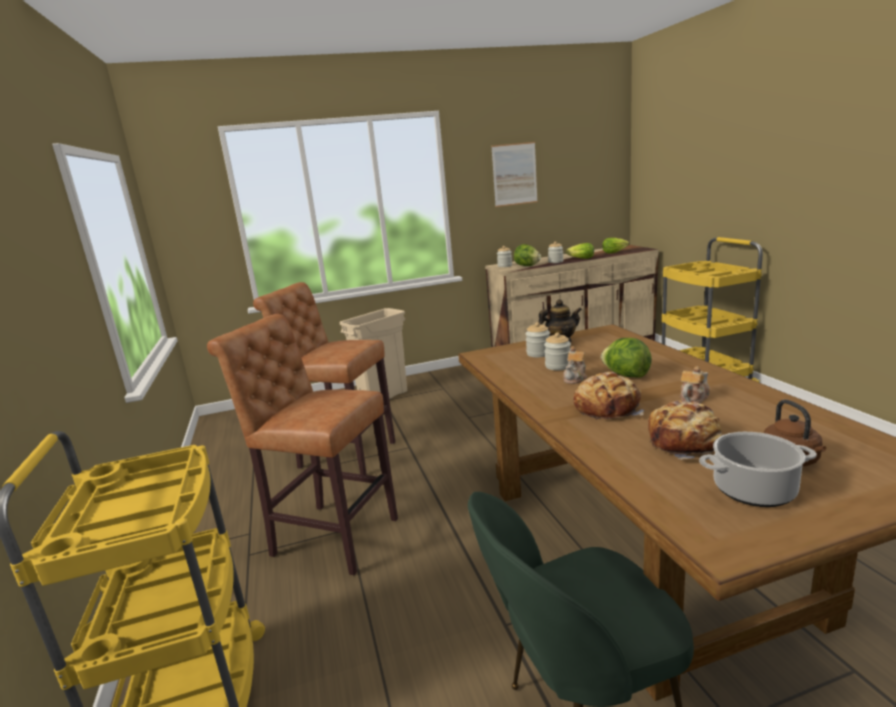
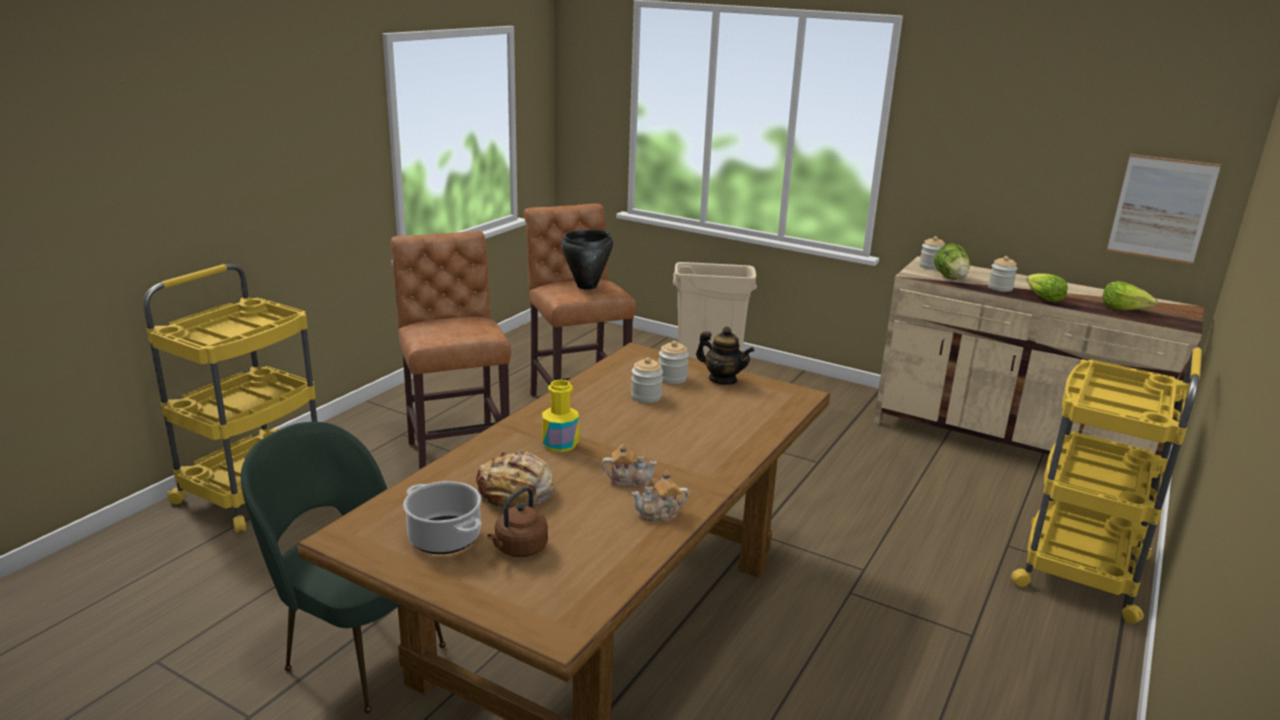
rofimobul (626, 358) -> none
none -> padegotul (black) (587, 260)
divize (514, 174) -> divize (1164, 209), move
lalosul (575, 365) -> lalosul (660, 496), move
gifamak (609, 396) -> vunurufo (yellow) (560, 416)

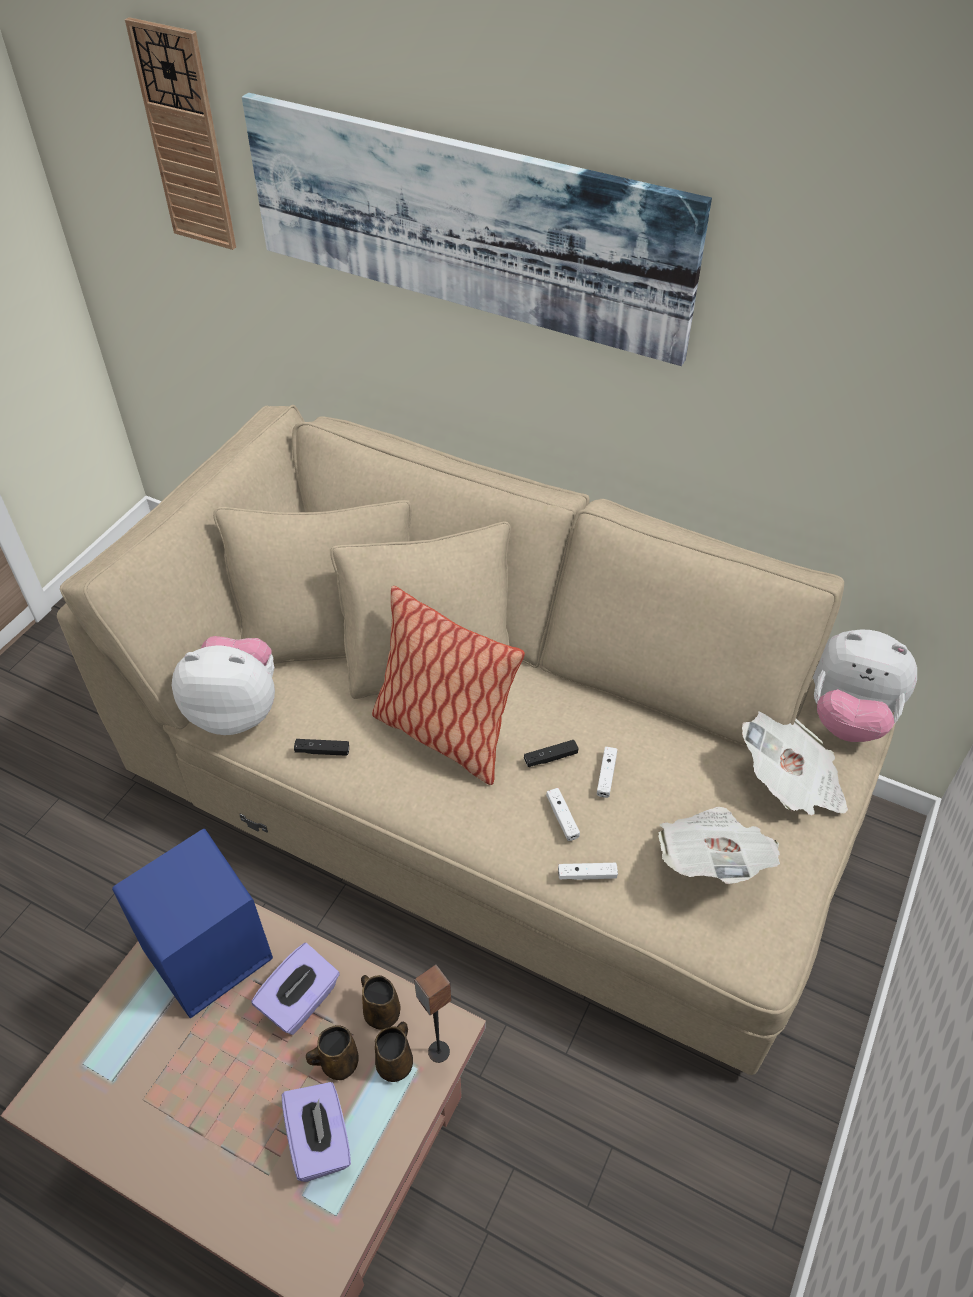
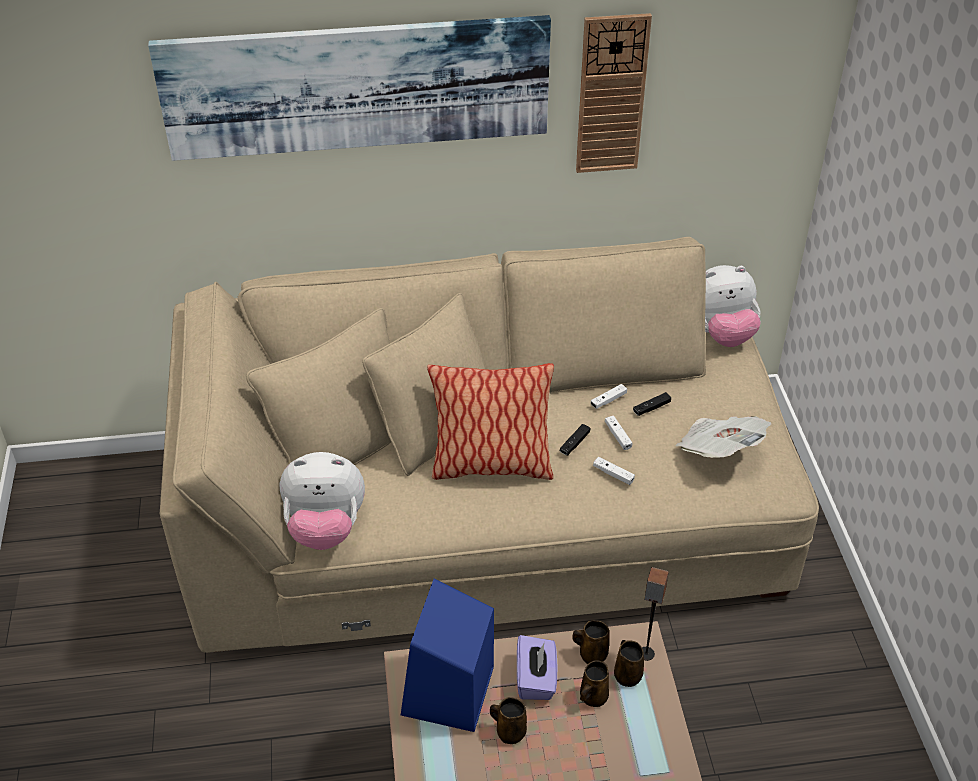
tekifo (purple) (316, 1132) -> none
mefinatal (795, 763) -> none
none -> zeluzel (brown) (508, 720)
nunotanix (180, 133) -> nunotanix (614, 93), move
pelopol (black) (321, 747) -> pelopol (black) (652, 404), move
pelopol (white) (588, 871) -> pelopol (white) (609, 396), move
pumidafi (223, 685) -> pumidafi (322, 501), 150 degrees counterclockwise

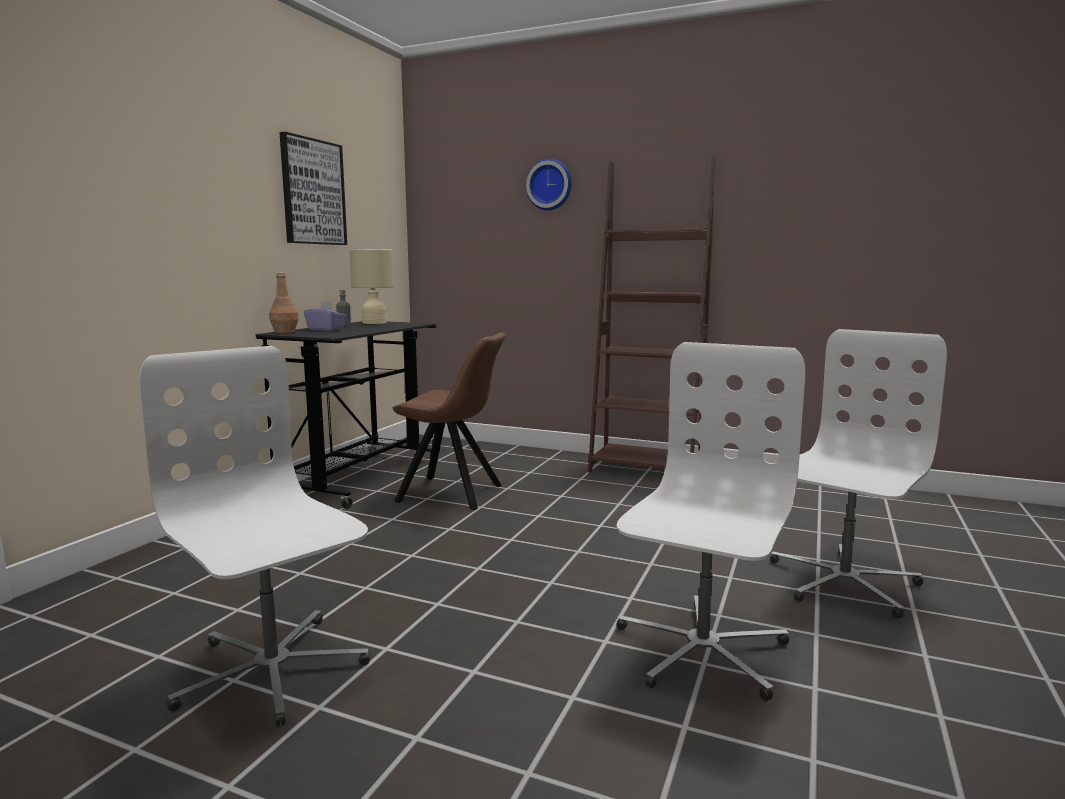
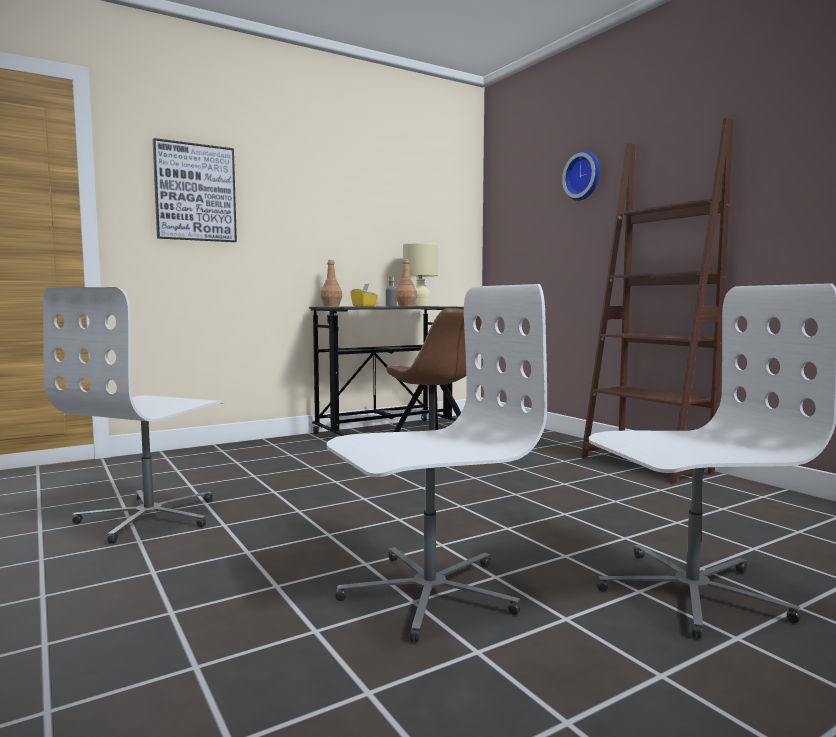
none -> vunurufo (brown) (406, 283)
divize (313, 188) -> divize (195, 190), move
tekifo (purple) (325, 316) -> tekifo (yellow) (364, 295)
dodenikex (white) (254, 536) -> dodenikex (white) (134, 415), 150 degrees counterclockwise

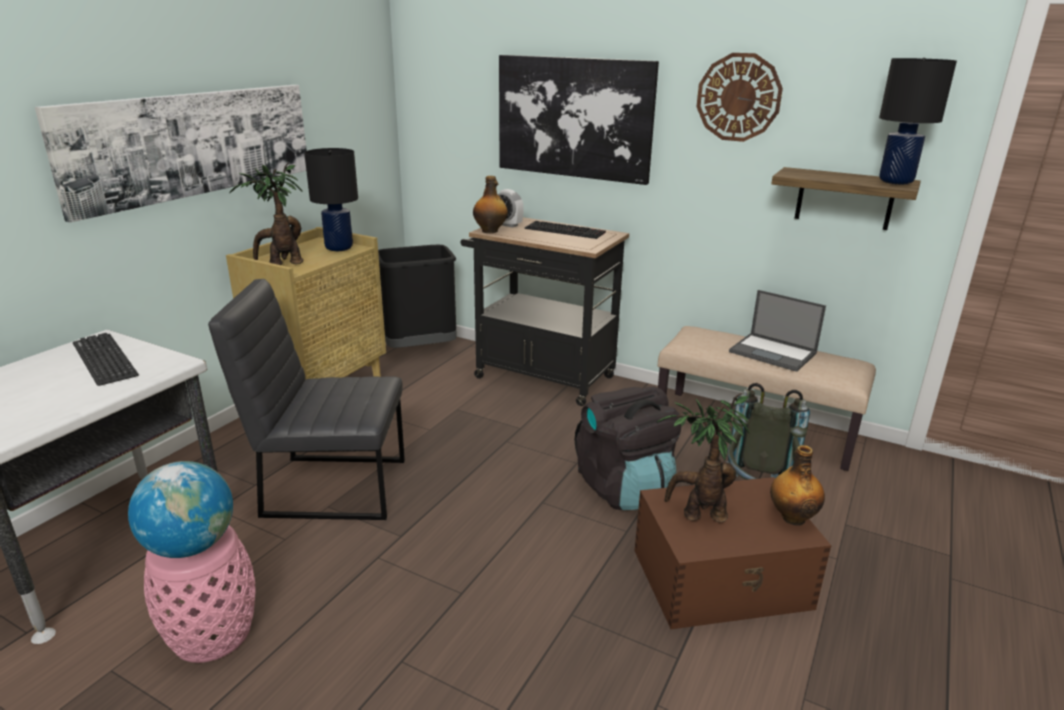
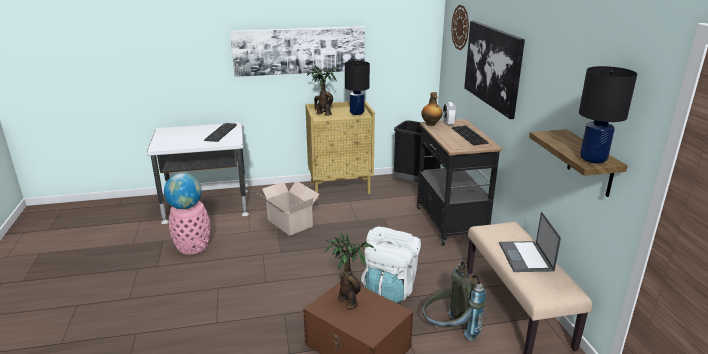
vunurufo (797, 485) -> none
nunotanix (739, 97) -> nunotanix (460, 27), move
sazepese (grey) (306, 399) -> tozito (289, 208)
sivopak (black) (628, 448) -> sivopak (white) (391, 264)

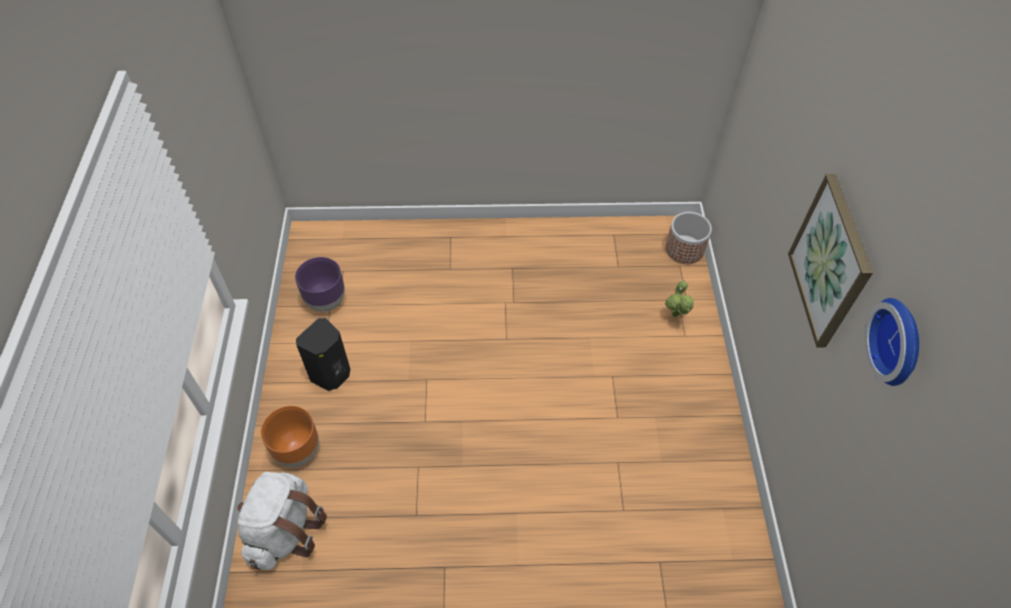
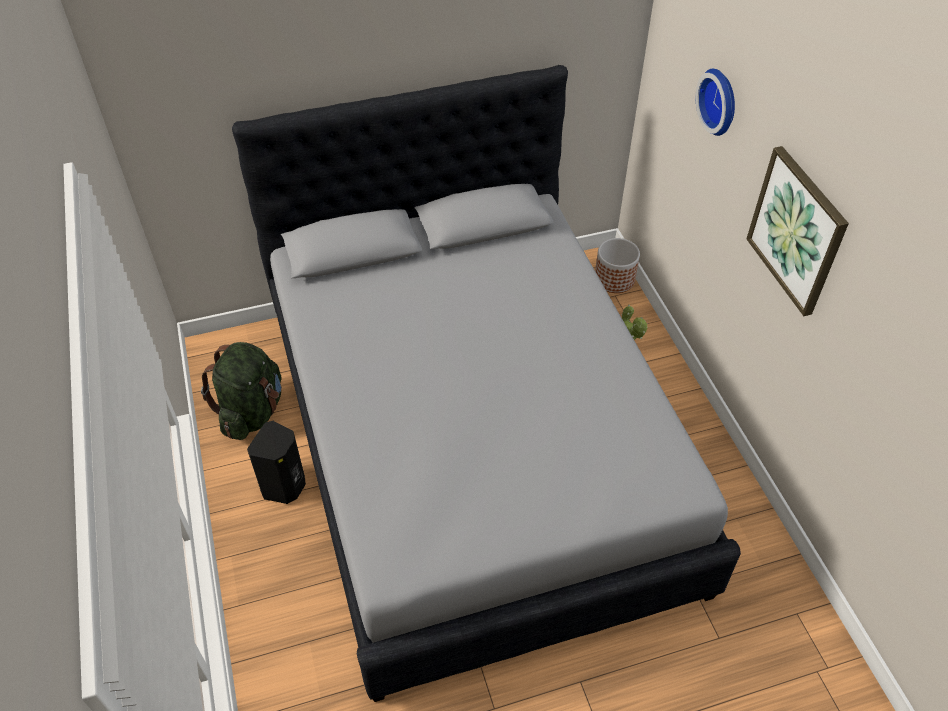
sivopak (white) (282, 521) -> none
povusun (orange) (290, 436) -> none
none -> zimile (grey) (486, 383)
nunotanix (891, 342) -> nunotanix (715, 102), move
povusun (purple) (320, 284) -> sivopak (green) (241, 391)

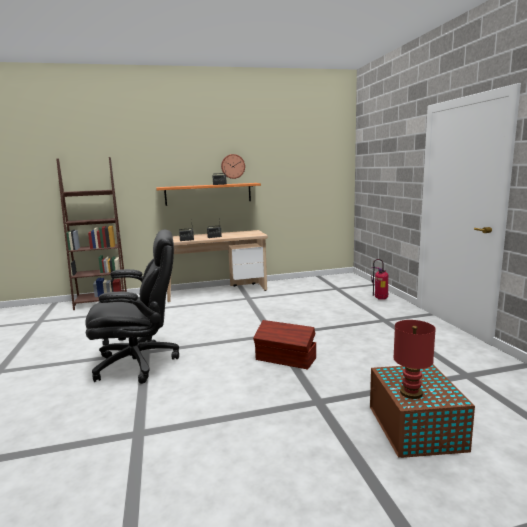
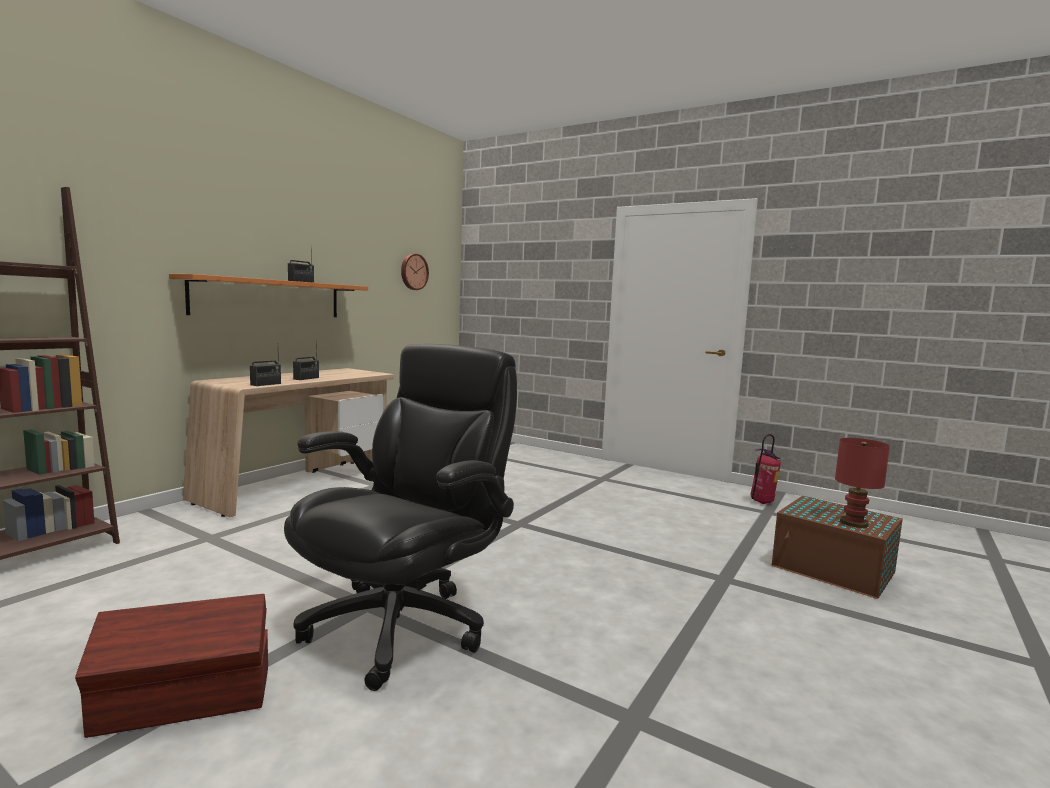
nunotanix (233, 166) -> nunotanix (415, 272), move
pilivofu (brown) (284, 344) -> pilivofu (brown) (171, 666), move
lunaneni (379, 279) -> lunaneni (765, 469), move

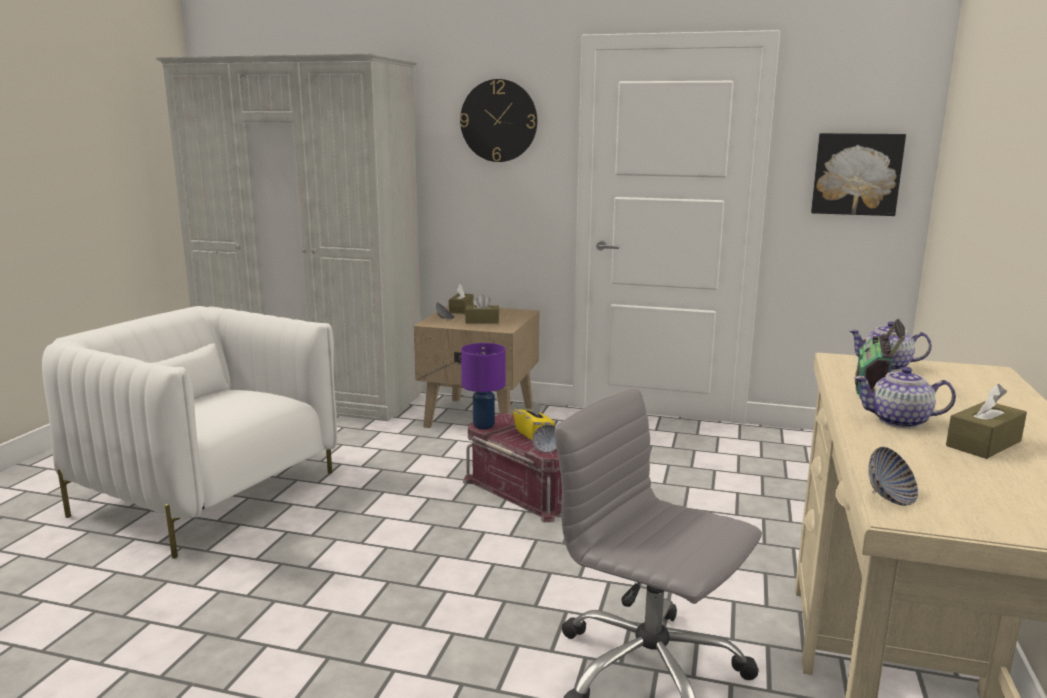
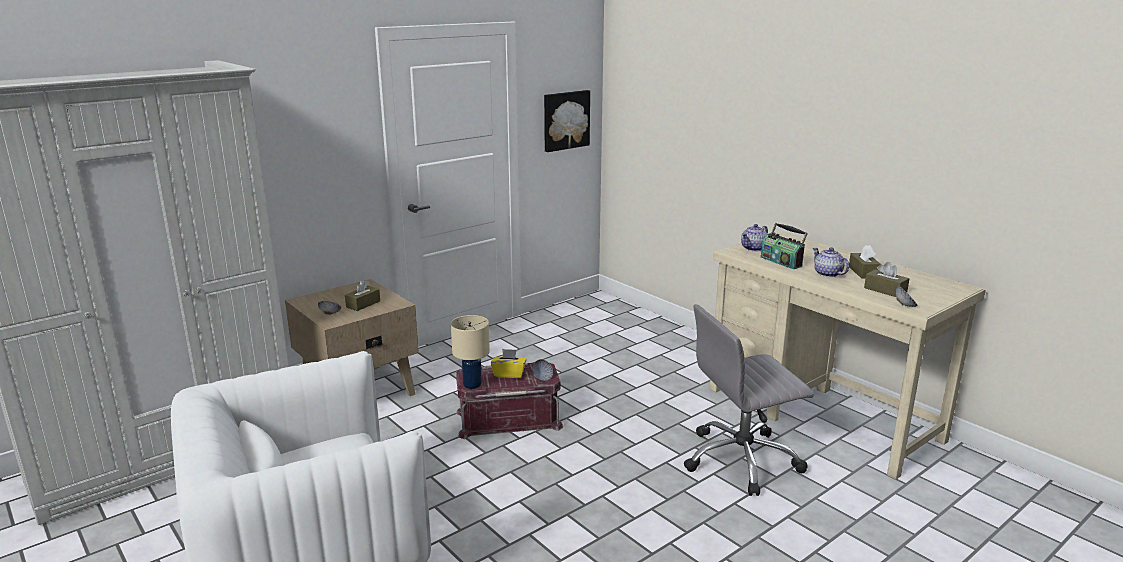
nunotanix (498, 120) -> none
tekifo (brown) (461, 299) -> tekifo (brown) (886, 279), move
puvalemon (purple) (483, 386) -> puvalemon (beige) (470, 352)
lalosul (905, 397) -> lalosul (831, 262), 105 degrees clockwise

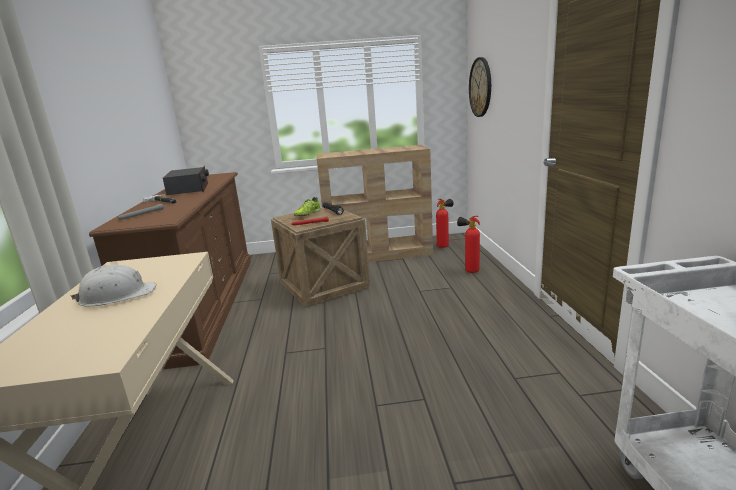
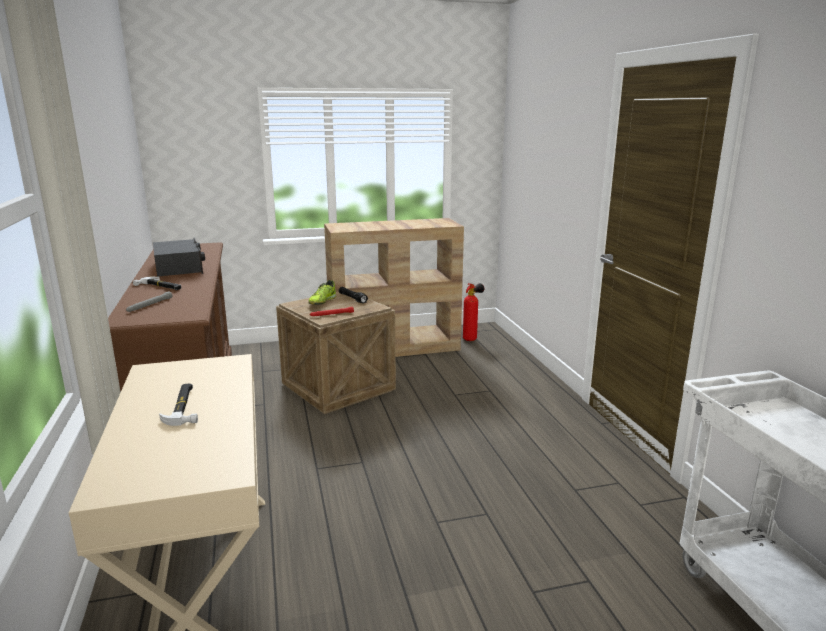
lunaneni (468, 244) -> none
nunotanix (480, 87) -> none
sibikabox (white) (114, 286) -> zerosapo (178, 405)

